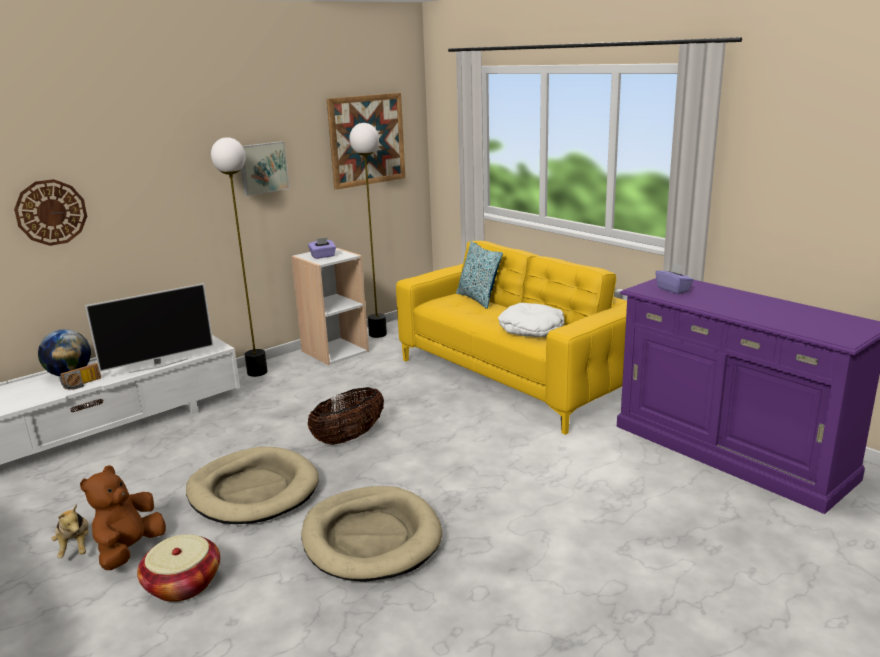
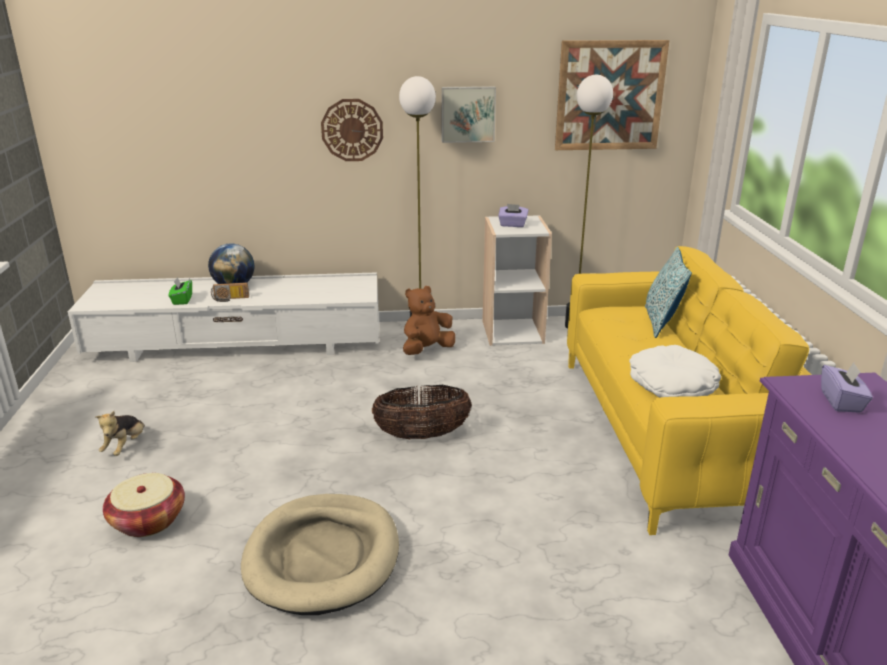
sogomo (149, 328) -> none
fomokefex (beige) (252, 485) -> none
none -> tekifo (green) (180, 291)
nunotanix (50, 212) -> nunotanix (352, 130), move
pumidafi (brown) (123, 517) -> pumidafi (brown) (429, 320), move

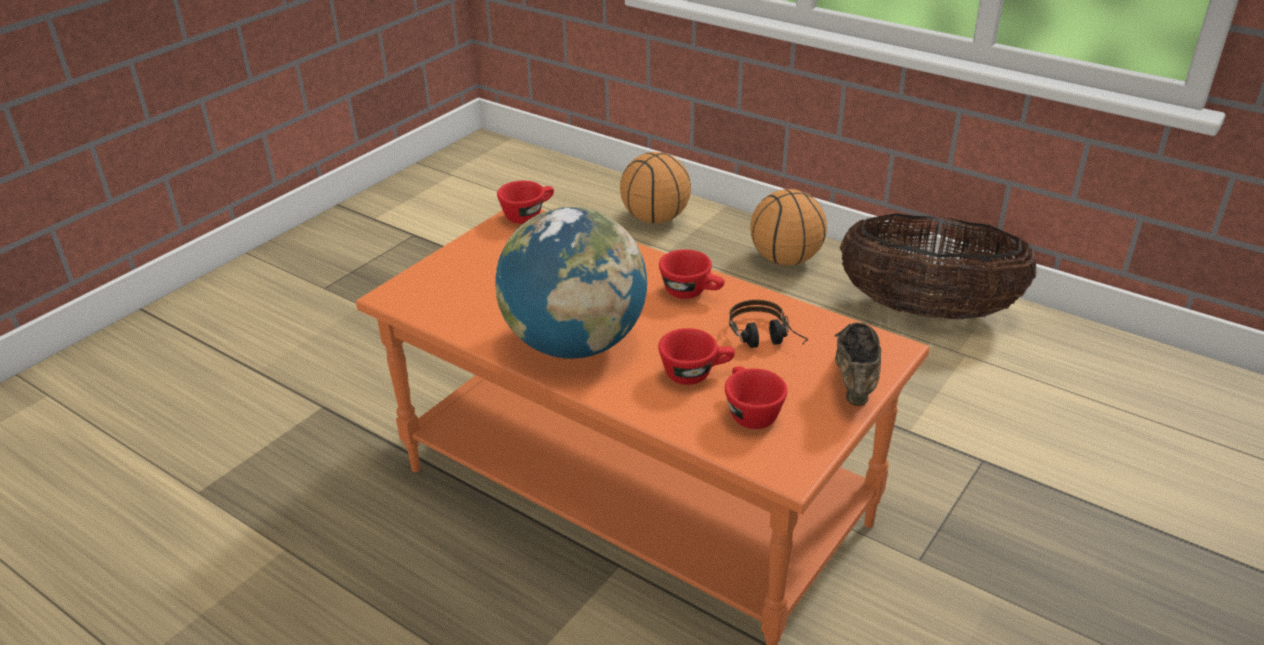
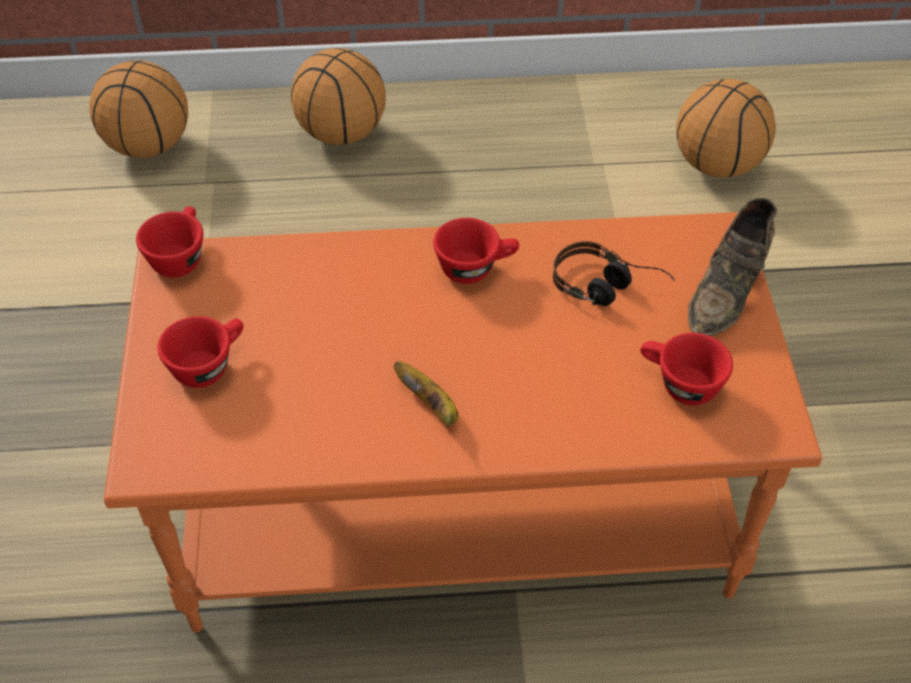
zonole (938, 266) -> none
none -> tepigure (726, 128)
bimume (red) (696, 356) -> bimume (red) (200, 352), move
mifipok (571, 283) -> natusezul (426, 394)
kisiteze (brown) (858, 364) -> kisiteze (brown) (732, 267), 120 degrees counterclockwise

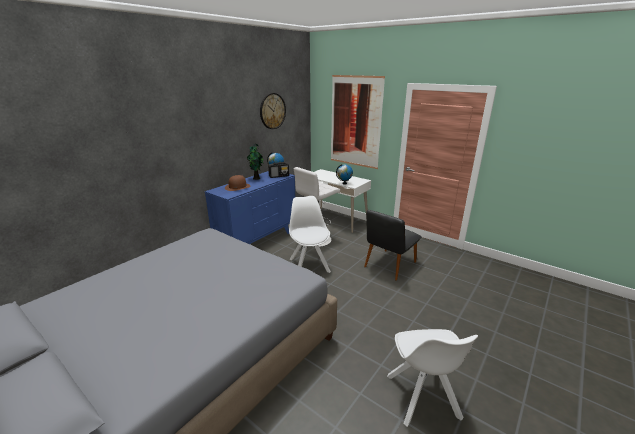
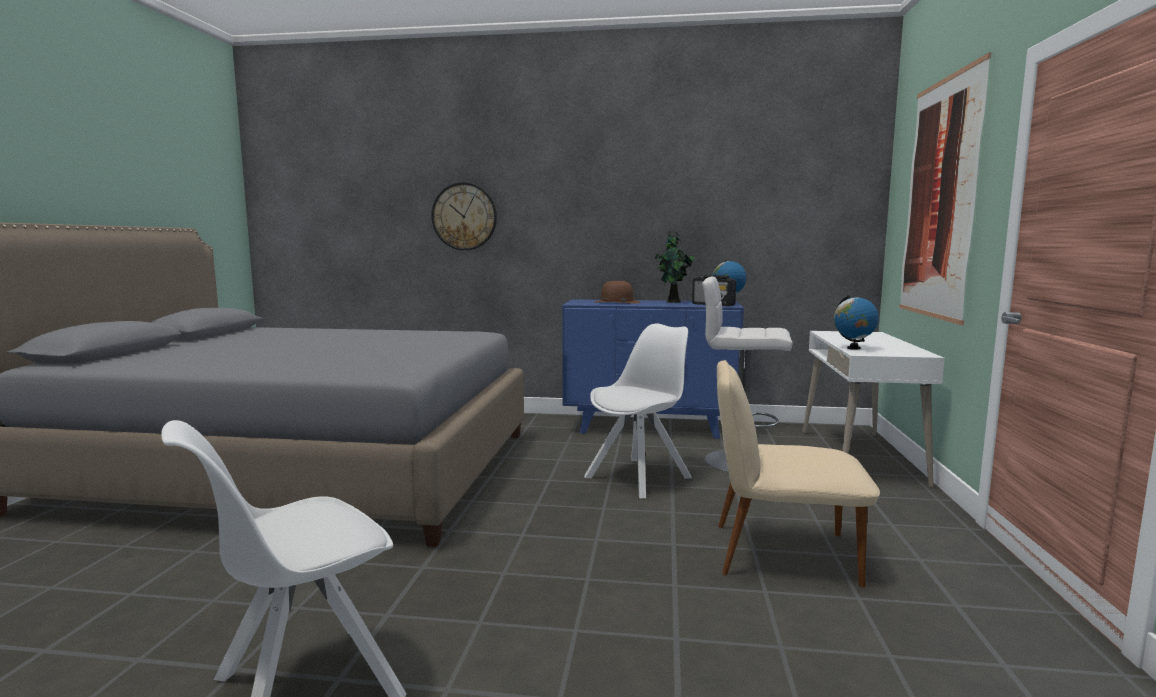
nunotanix (273, 111) -> nunotanix (464, 216), move
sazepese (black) (393, 245) -> sazepese (beige) (798, 473)

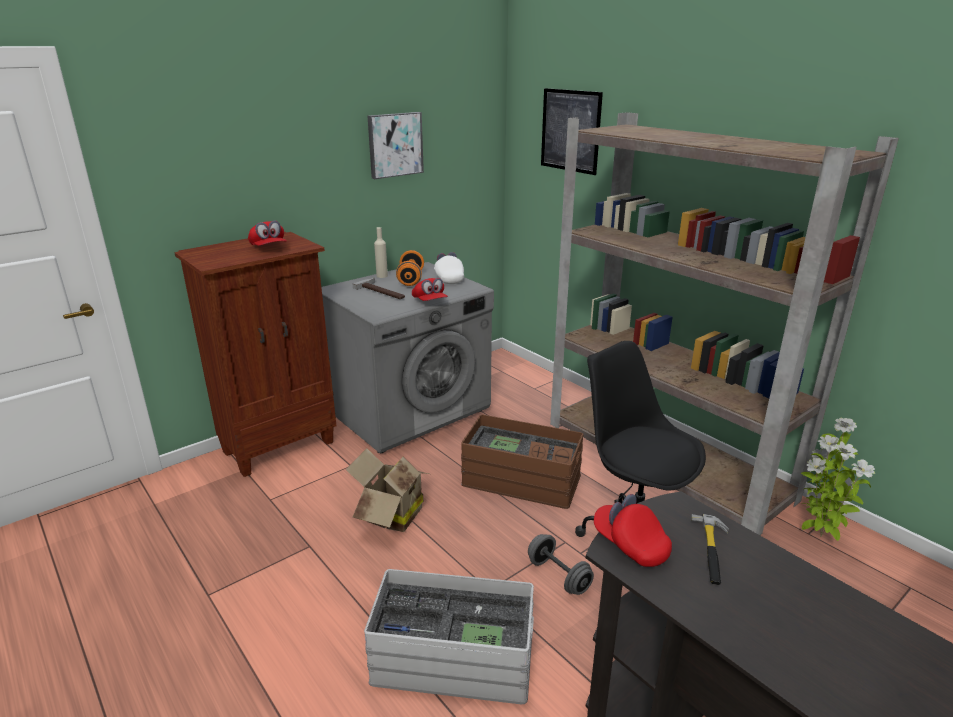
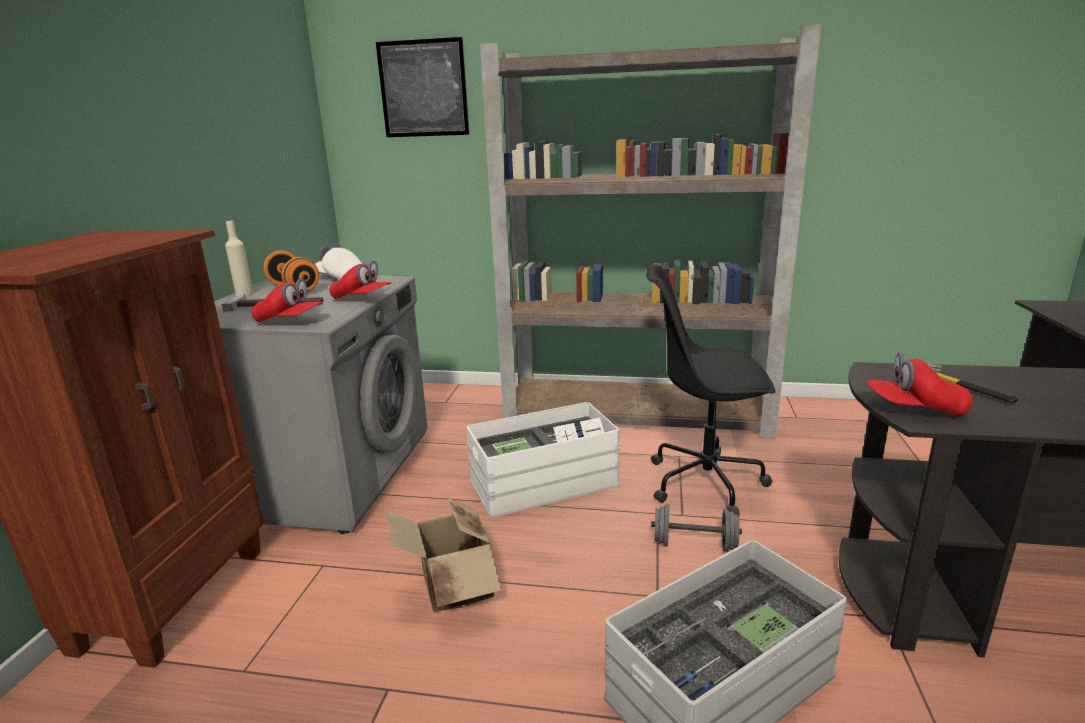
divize (395, 145) -> none
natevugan (838, 479) -> none
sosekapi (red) (267, 233) -> sosekapi (red) (287, 300), move
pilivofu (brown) (522, 462) -> pilivofu (white) (543, 459)

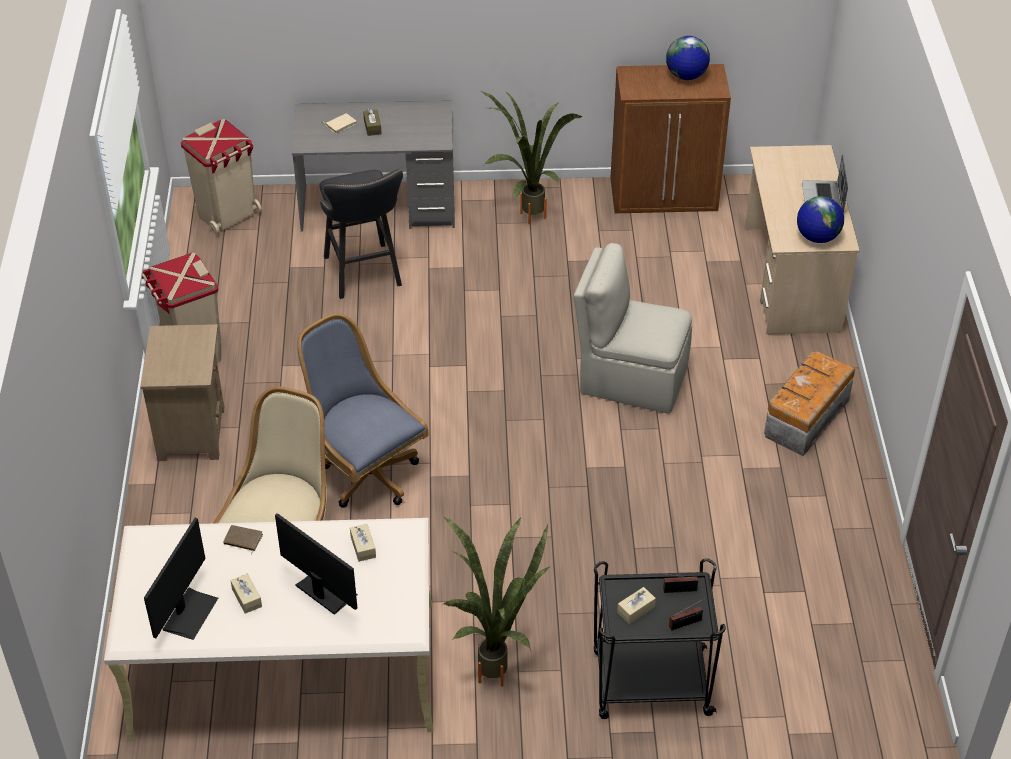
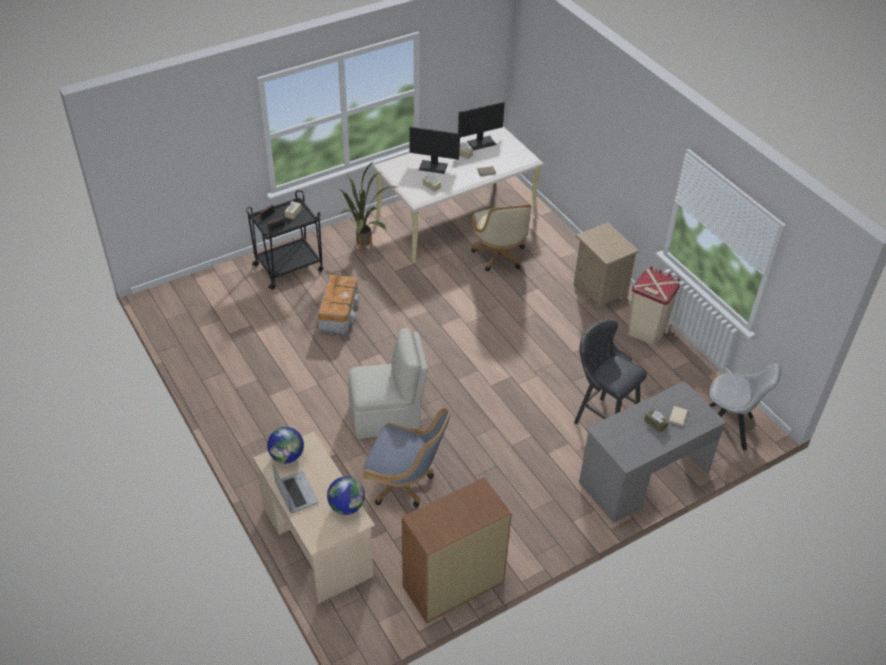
natevugan (531, 157) -> none
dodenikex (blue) (363, 410) -> dodenikex (blue) (406, 457), move
mifipok (688, 58) -> mifipok (346, 495), move
pilivofu (809, 403) -> pilivofu (339, 306), move
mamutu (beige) (221, 177) -> sazepese (grey) (745, 407)
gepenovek (181, 579) -> gepenovek (481, 126), 105 degrees counterclockwise

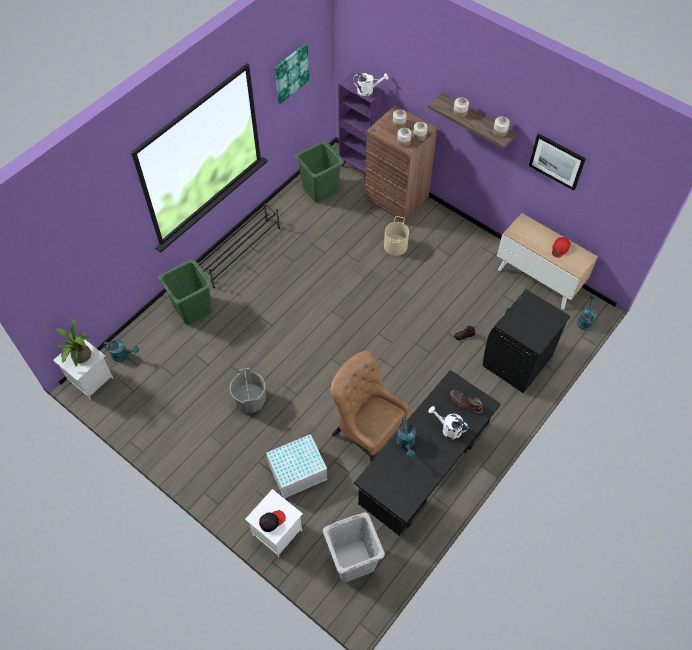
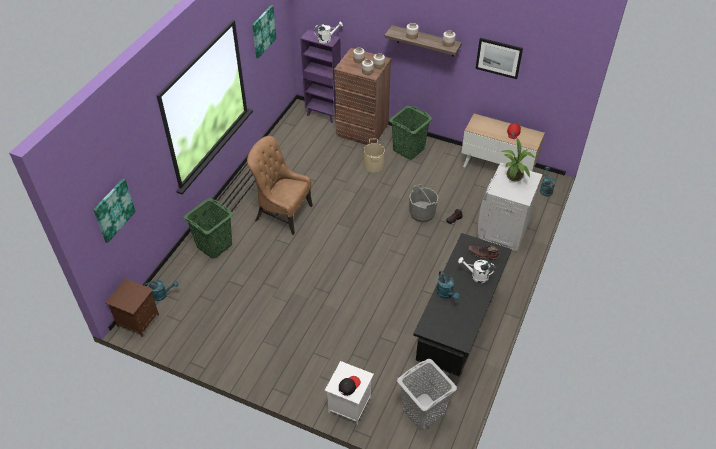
pilivofu (white) (297, 466) -> none
none -> divize (114, 210)
natevugan (73, 342) -> natevugan (518, 159), move
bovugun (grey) (247, 390) -> bovugun (grey) (423, 203), move
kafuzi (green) (319, 172) -> kafuzi (green) (411, 133), move
sazepese (brown) (369, 406) -> sazepese (brown) (280, 185), move
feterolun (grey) (83, 369) -> feterolun (brown) (132, 307)
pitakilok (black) (527, 341) -> pitakilok (white) (510, 207)

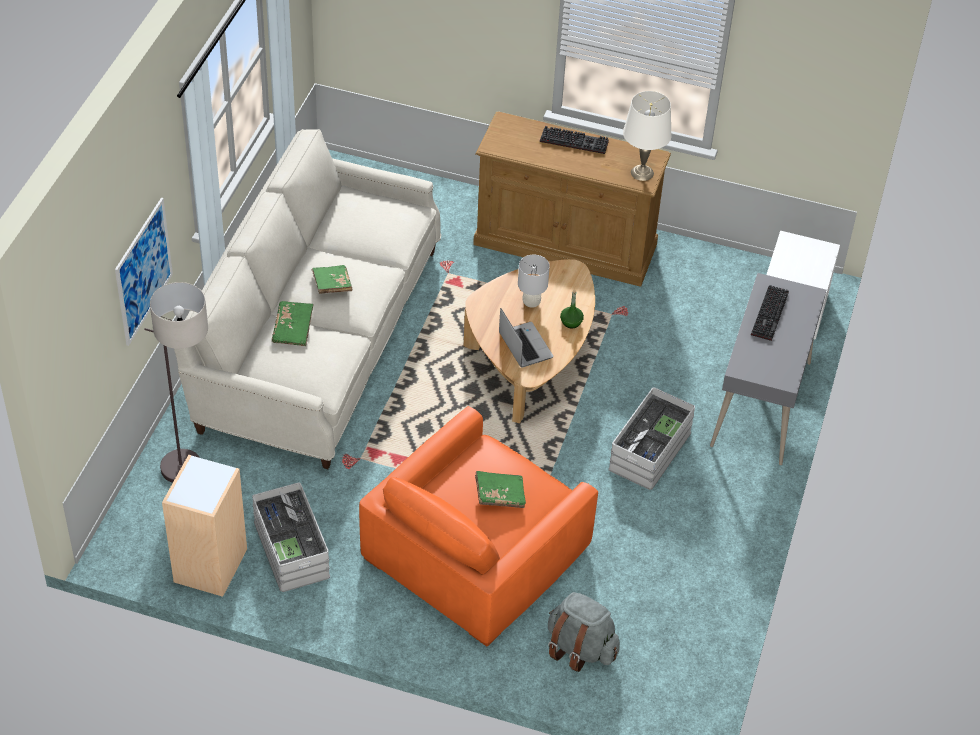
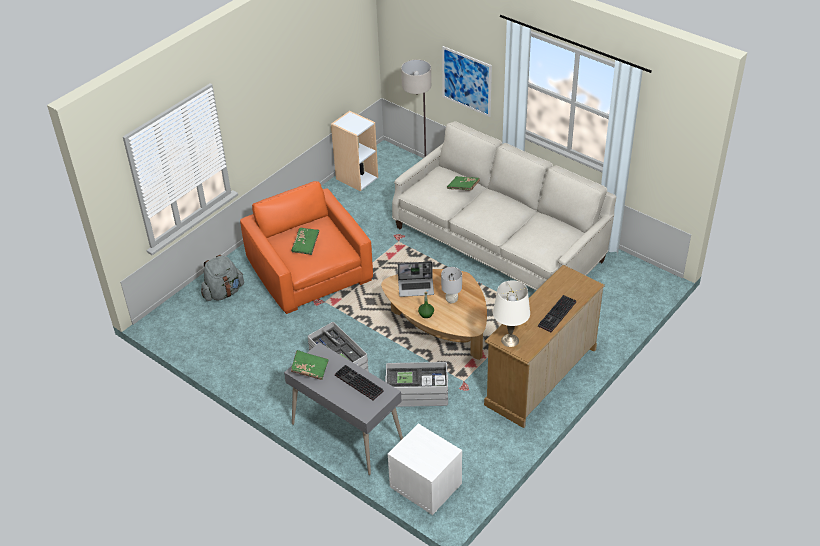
pilivofu (grey) (291, 537) -> pilivofu (grey) (416, 384), move
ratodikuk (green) (332, 279) -> ratodikuk (green) (309, 365), move

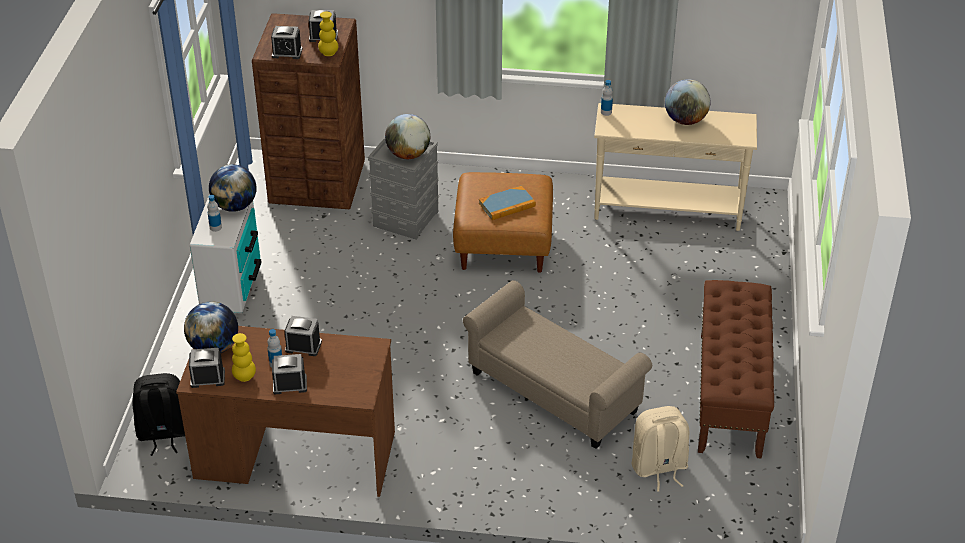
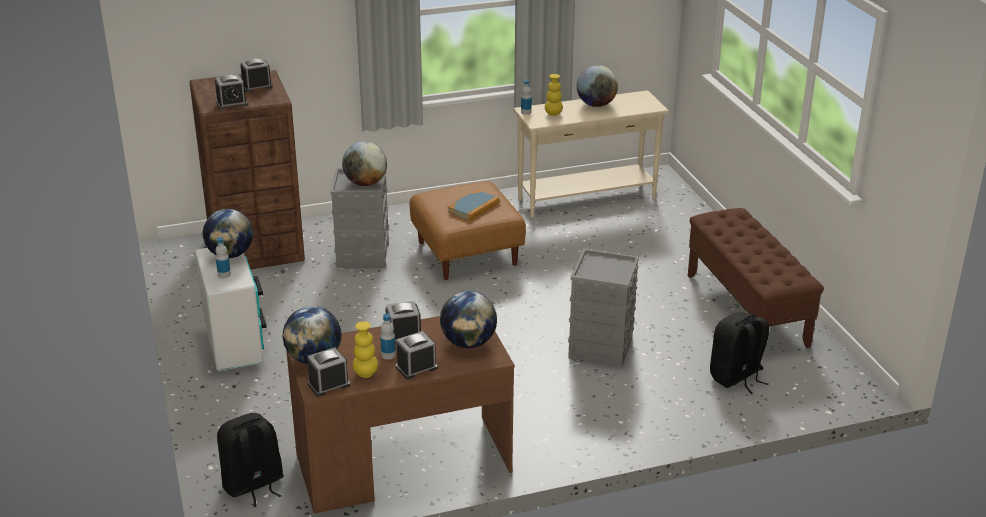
none -> mifipok (468, 319)
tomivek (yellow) (328, 33) -> tomivek (yellow) (554, 95), move
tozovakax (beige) (557, 364) -> pilivofu (grey) (603, 308)
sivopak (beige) (660, 449) -> sivopak (black) (739, 353)

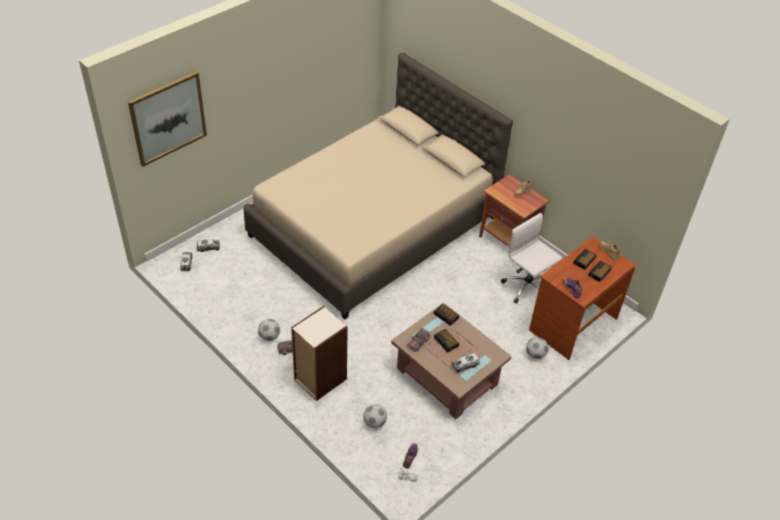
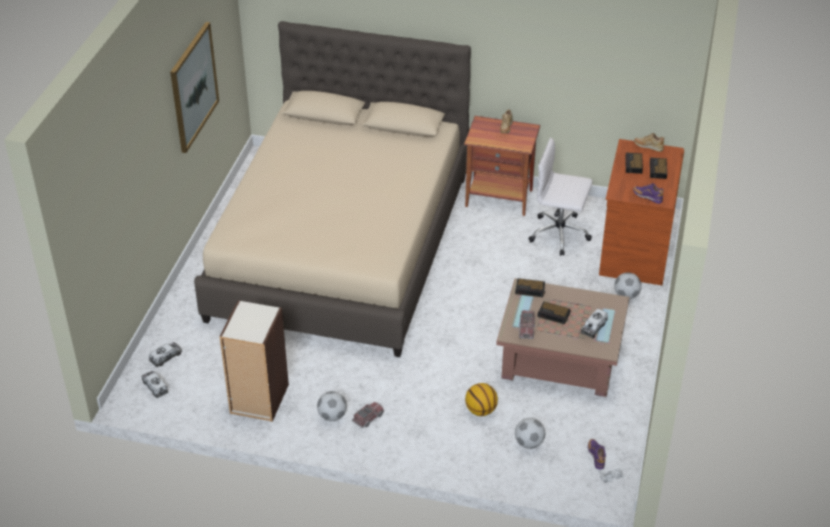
none -> tepigure (481, 399)
divize (167, 119) -> divize (194, 87), move
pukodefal (319, 353) -> pukodefal (254, 361), move

